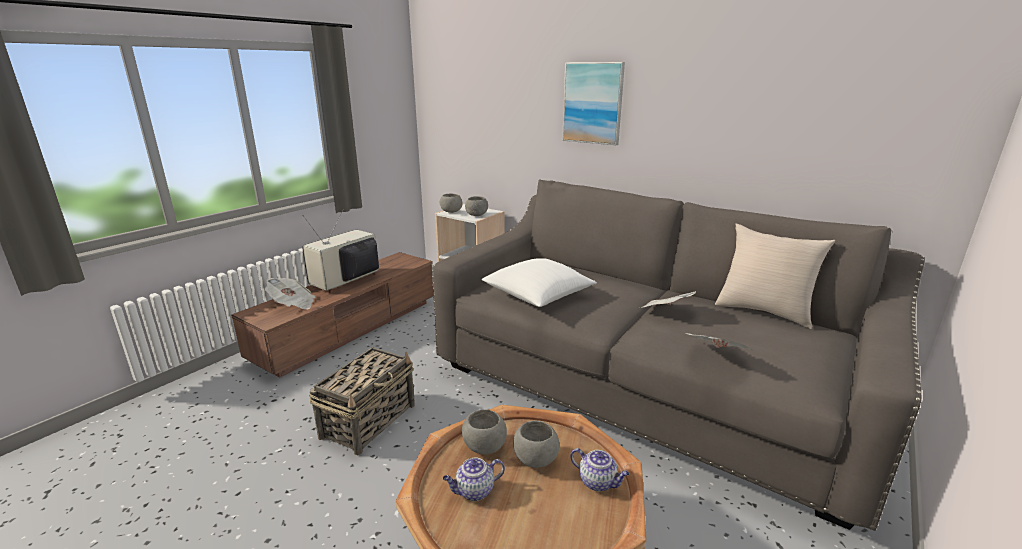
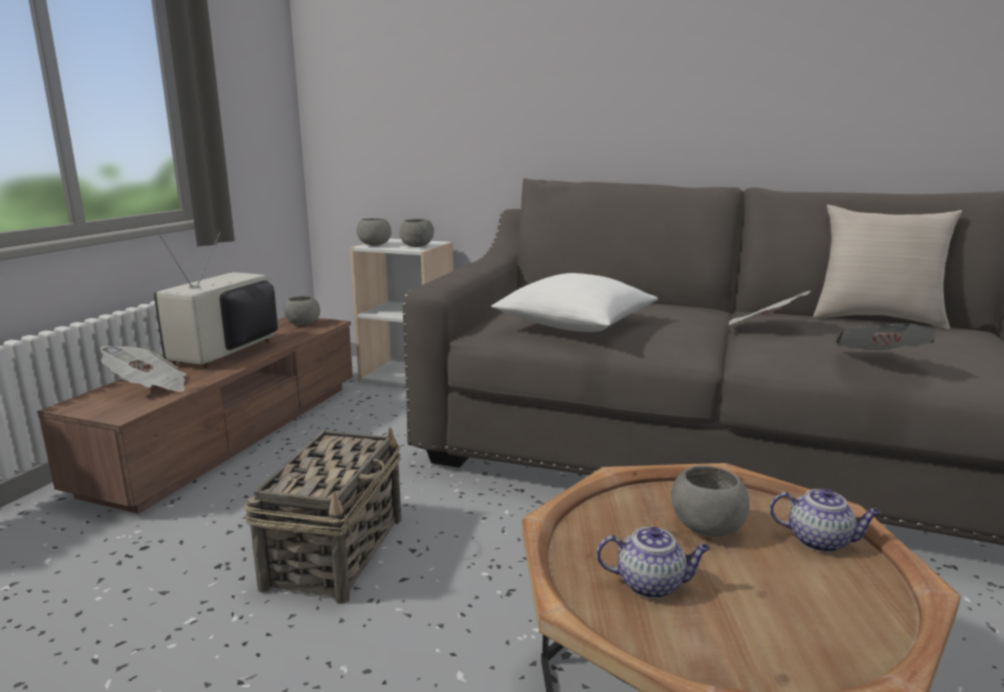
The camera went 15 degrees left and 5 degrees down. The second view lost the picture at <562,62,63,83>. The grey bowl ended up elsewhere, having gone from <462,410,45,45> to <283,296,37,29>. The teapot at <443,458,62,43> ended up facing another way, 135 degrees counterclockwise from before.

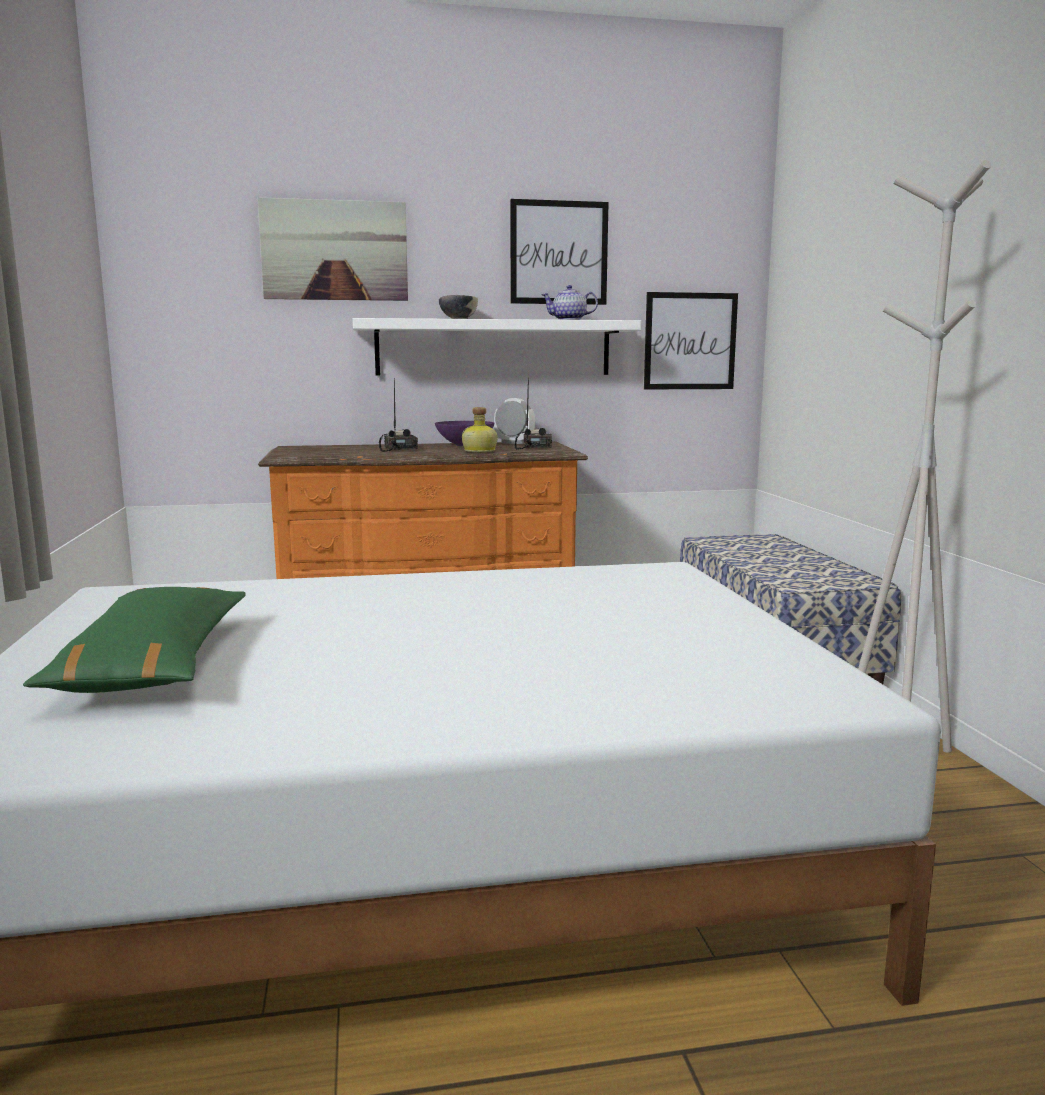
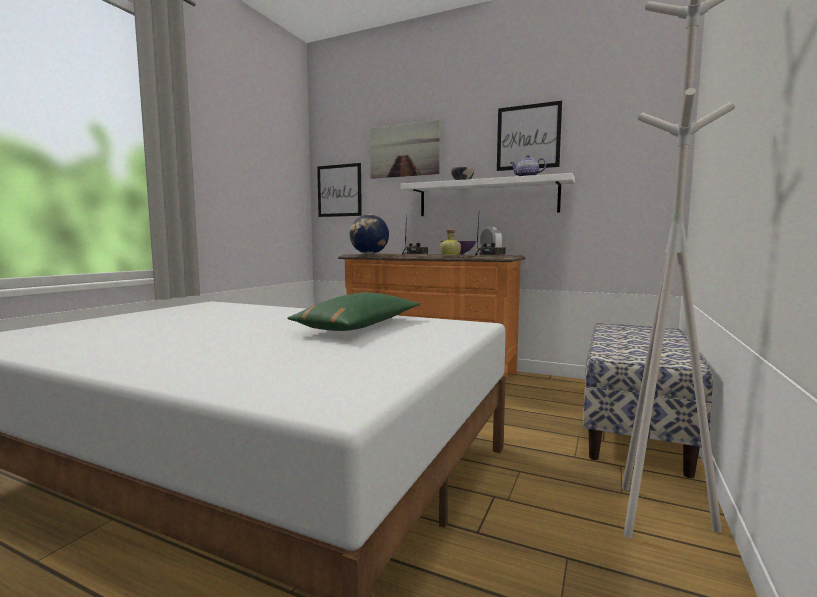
The camera went 35 degrees right and 5 degrees down. The second view gained the globe at <350,214,39,40>. The green pillow ended up elsewhere, having gone from <23,587,223,106> to <287,292,133,39>. The picture ended up elsewhere, having gone from <644,292,94,97> to <317,163,45,54>.

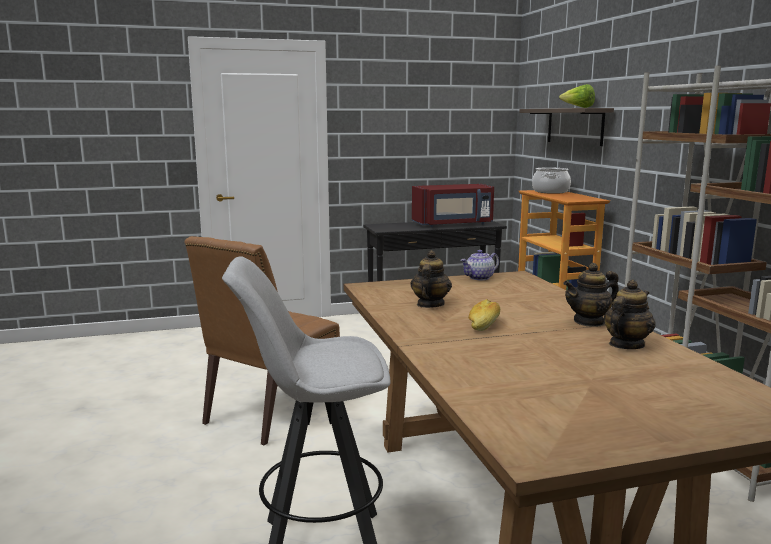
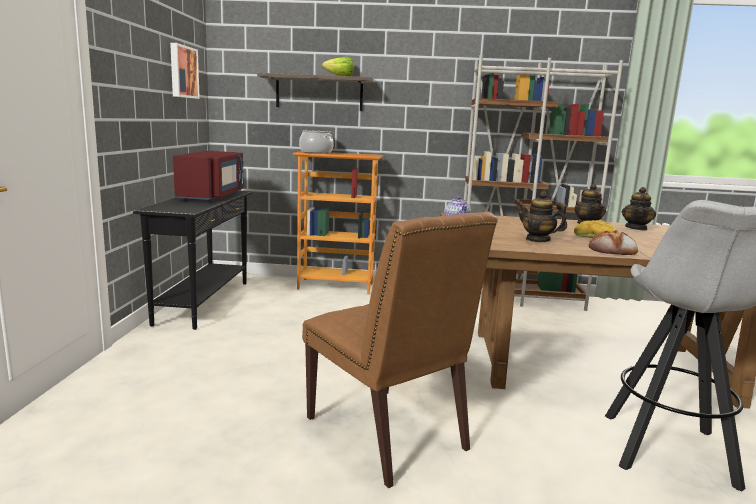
The camera went 70 degrees left and 0 degrees up. The second view gained the picture at <170,43,30,56>. The second view gained the bread at <589,230,49,25>. The teapot at <604,280,52,69> ended up facing another way, 135 degrees counterclockwise from before.

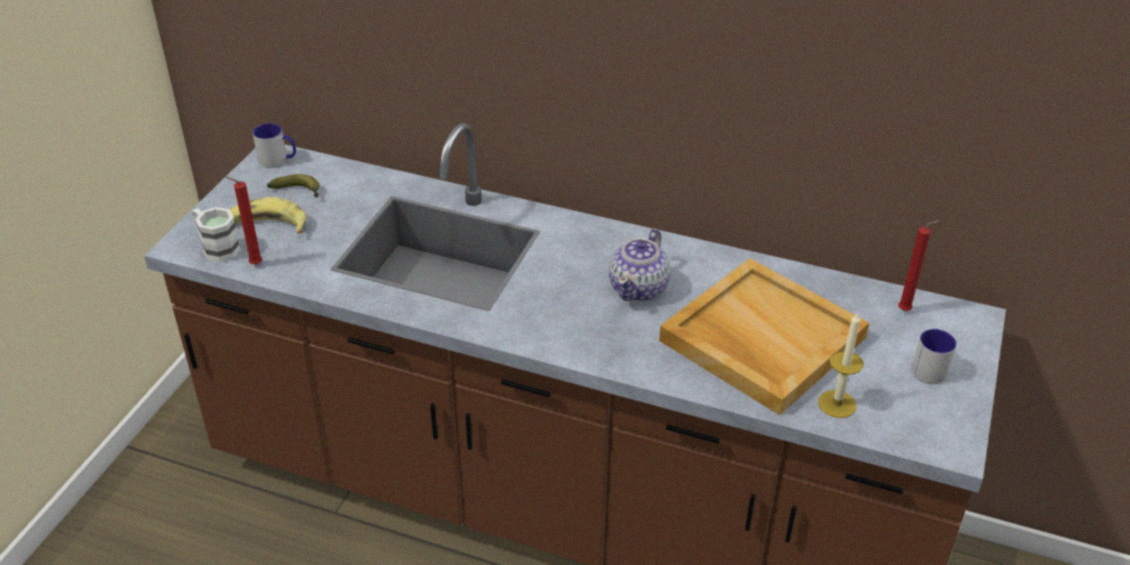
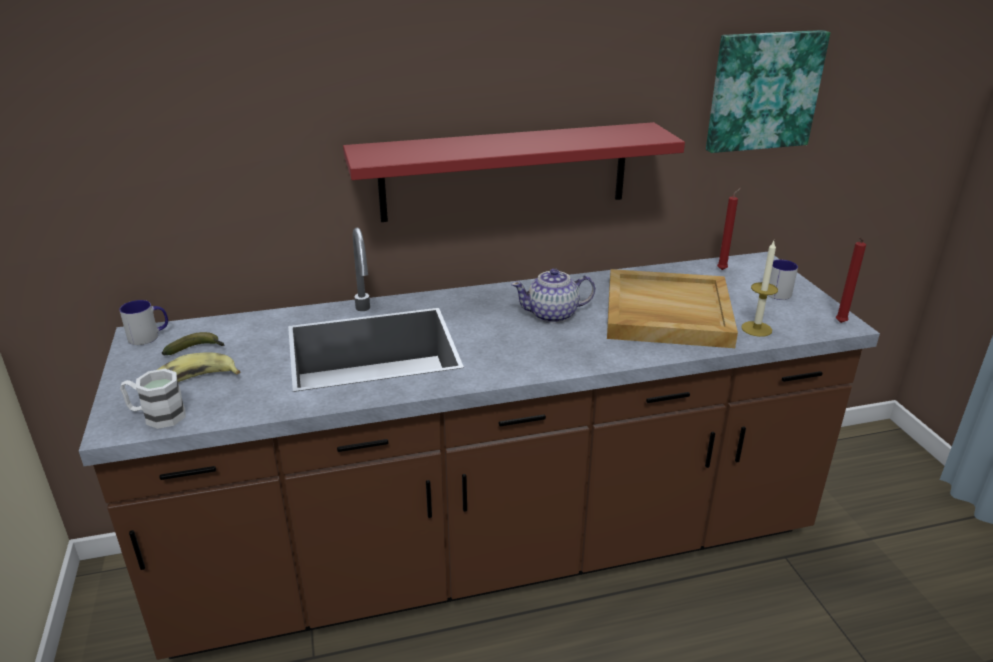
The camera went 35 degrees left and 10 degrees down. The second view gained the red shelf at <343,122,342,100>. The second view gained the picture at <706,30,124,123>. The red candle ended up elsewhere, having gone from <226,177,37,88> to <836,237,30,86>. The teapot at <609,229,62,72> ended up facing another way, 90 degrees clockwise from before.

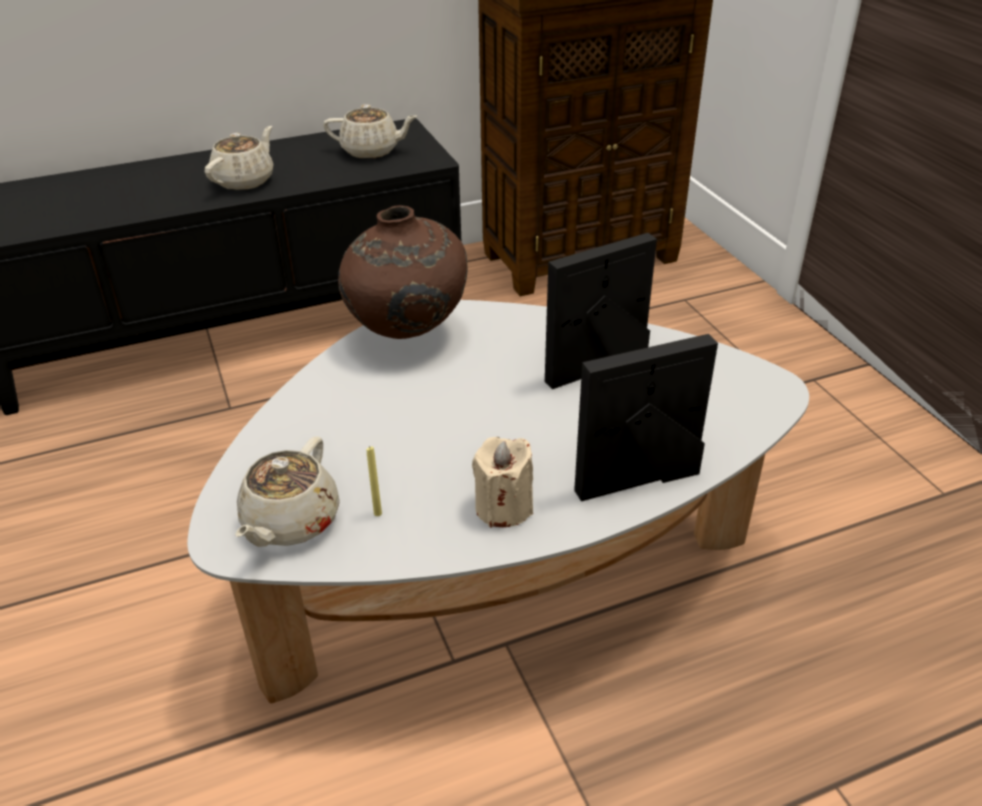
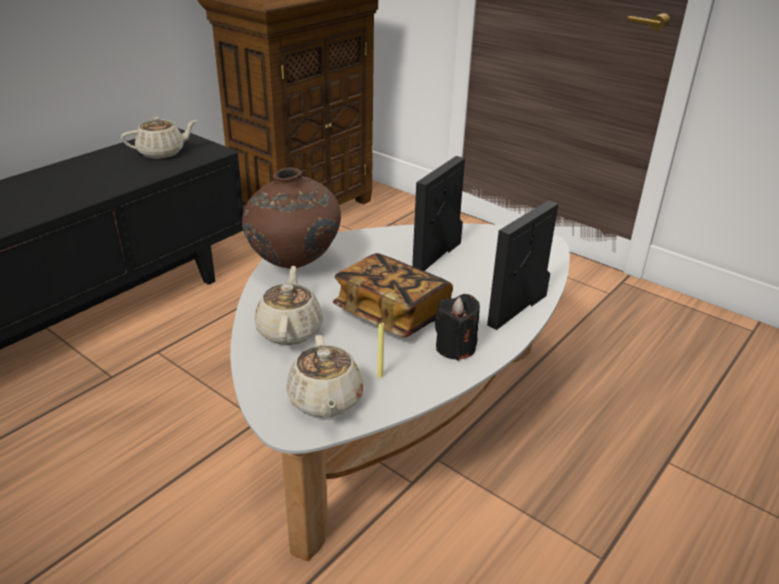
The camera went 30 degrees left and 5 degrees down. The second view gained the book at <333,253,120,85>. The beige teapot ended up elsewhere, having gone from <205,126,68,64> to <255,266,68,79>. What was the beige candle at <472,437,61,90> turned into the black candle at <435,294,45,67>.

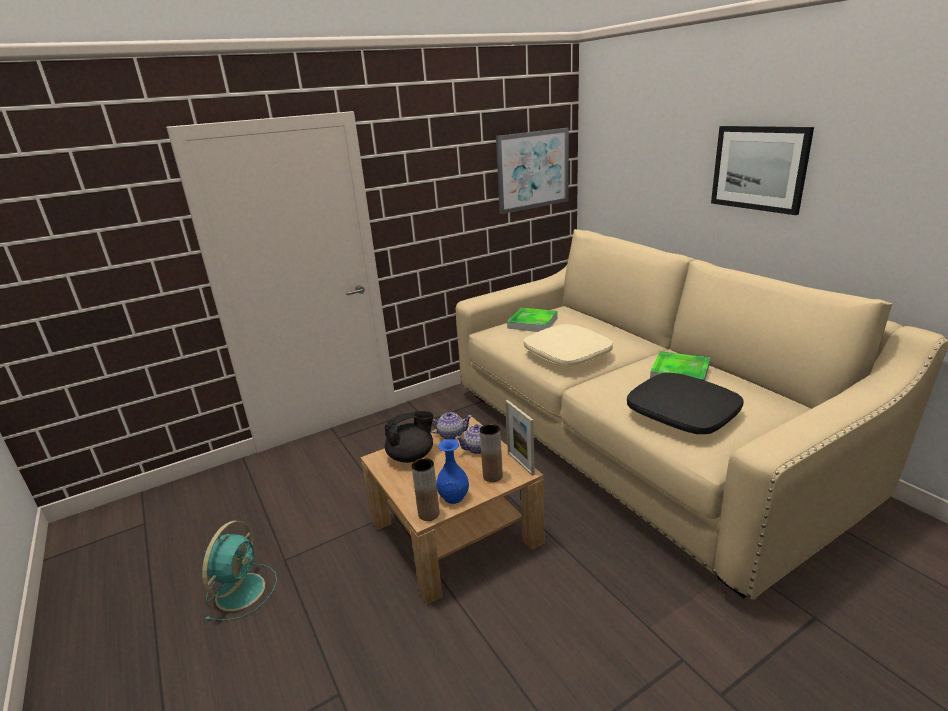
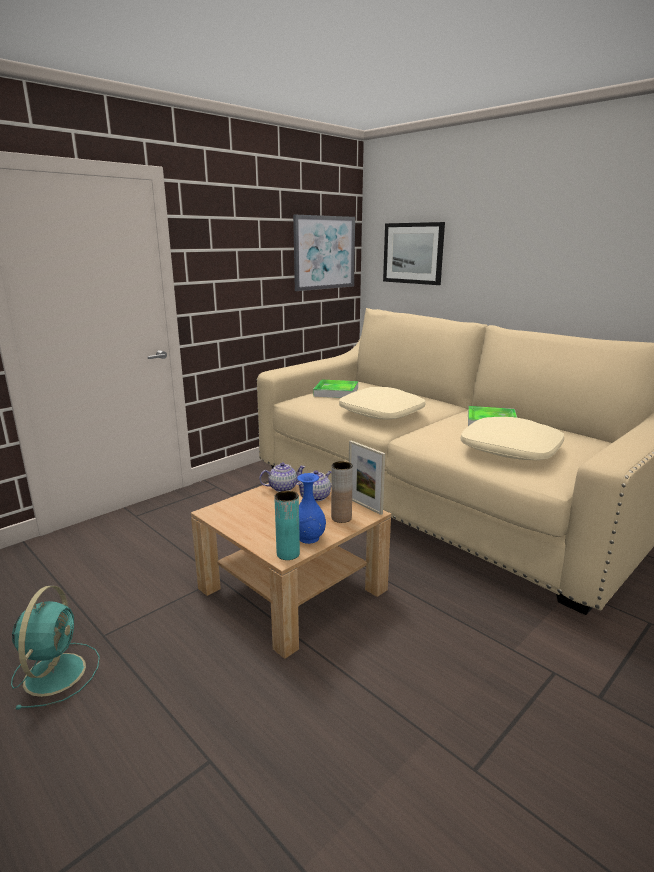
The camera went 15 degrees left and 5 degrees down. The second view lost the black teapot at <384,411,50,52>. The picture ended up elsewhere, having gone from <711,126,103,89> to <383,222,62,63>. What was the brown vase at <411,458,29,63> turned into the turquoise vase at <274,491,26,69>. What was the black pillow at <627,373,117,61> turned into the beige pillow at <461,417,103,43>.

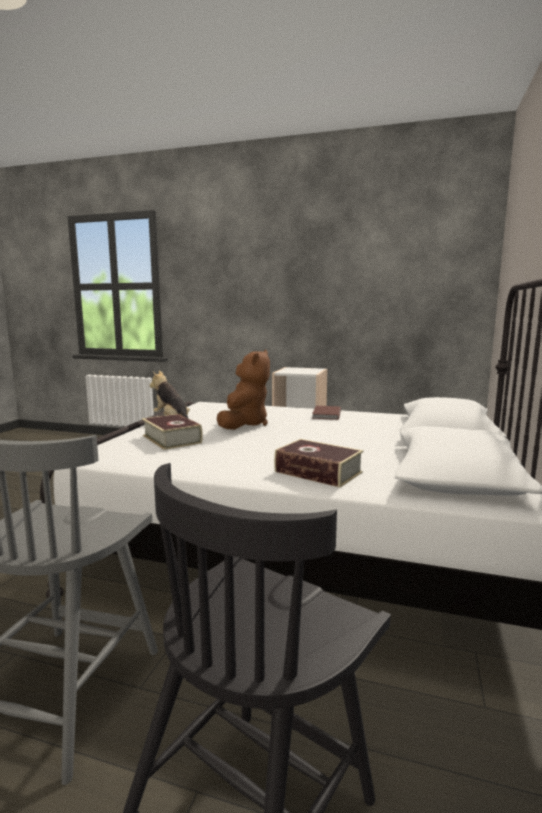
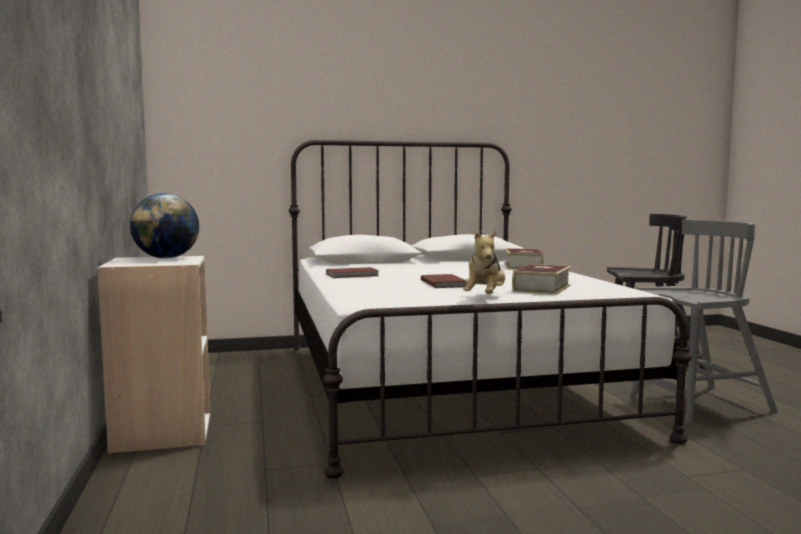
The camera went 120 degrees left and 5 degrees down. The second view gained the globe at <130,193,69,66>. Where the brown plush toy stood at <217,350,53,80>, the brown book came to stand at <421,274,46,14>.

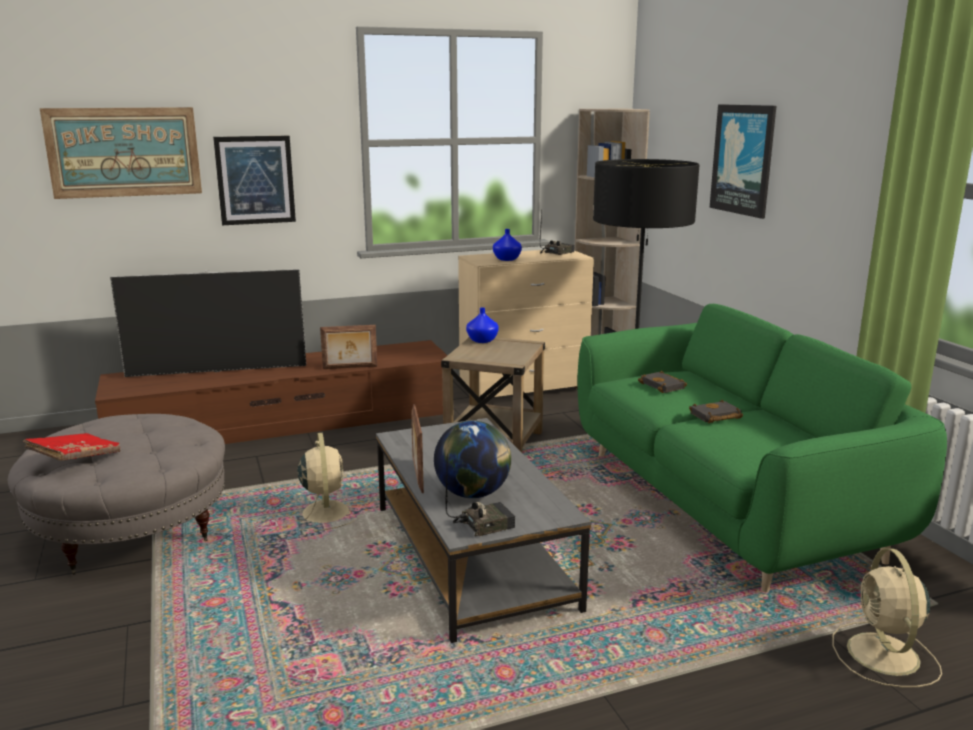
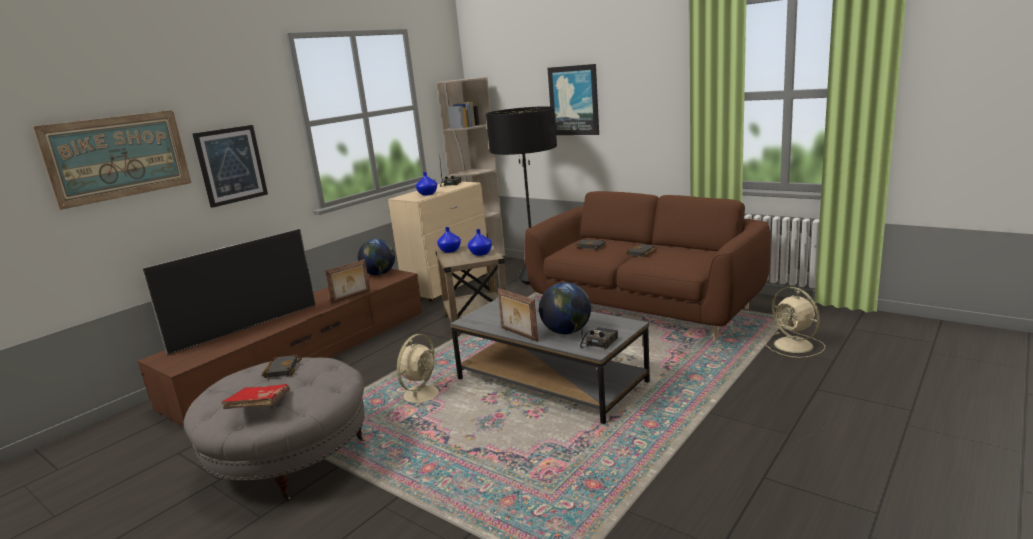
The camera went 30 degrees left and 0 degrees up. The second view gained the black book at <262,355,40,23>. The second view gained the globe at <358,239,37,36>. The second view gained the blue vase at <468,229,24,27>. What was the green sofa at <577,304,370,289> turned into the brown sofa at <524,191,247,149>. The beige fan at <290,433,69,99> ended up facing another way, 75 degrees clockwise from before.

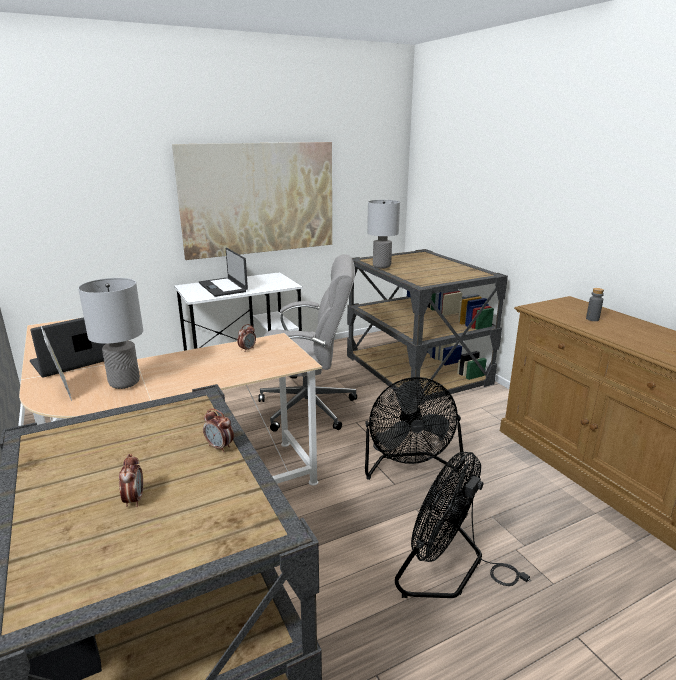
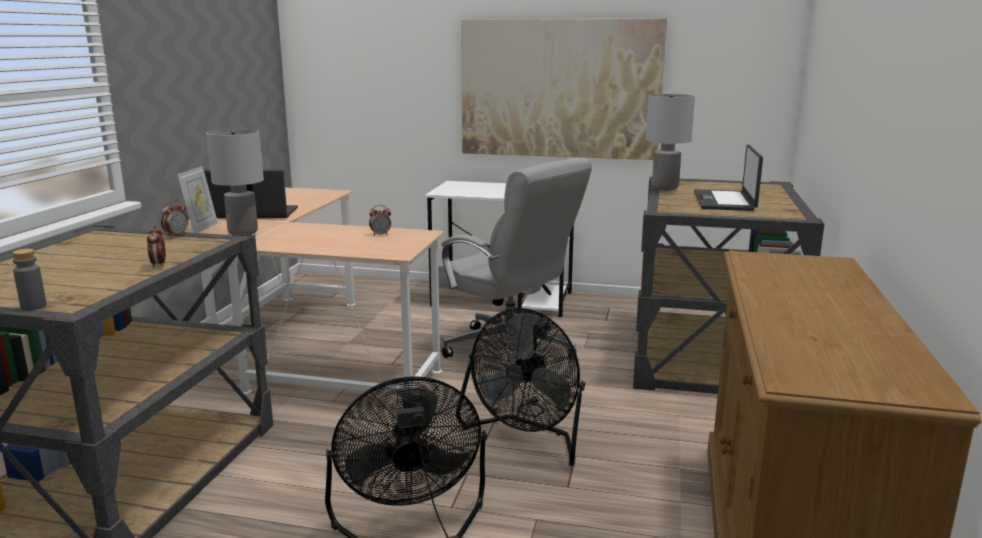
The camera went 40 degrees right and 5 degrees down. The alarm clock ended up elsewhere, having gone from <119,454,24,53> to <161,200,28,37>. The laptop ended up elsewhere, having gone from <199,248,49,49> to <694,144,69,67>. The grey bottle ended up elsewhere, having gone from <586,288,18,33> to <13,249,34,62>.

